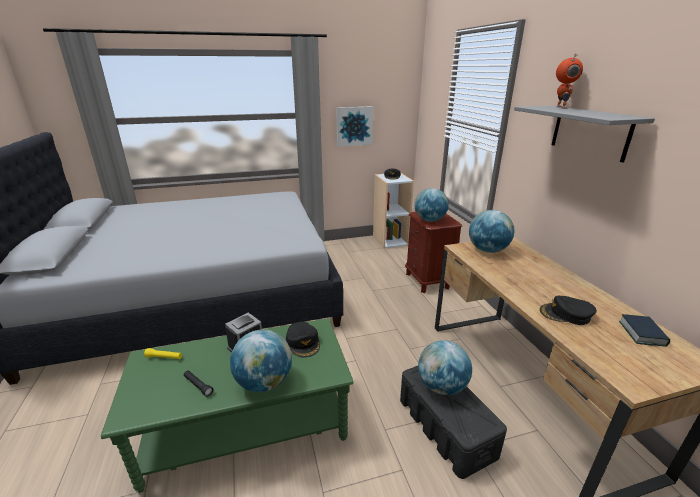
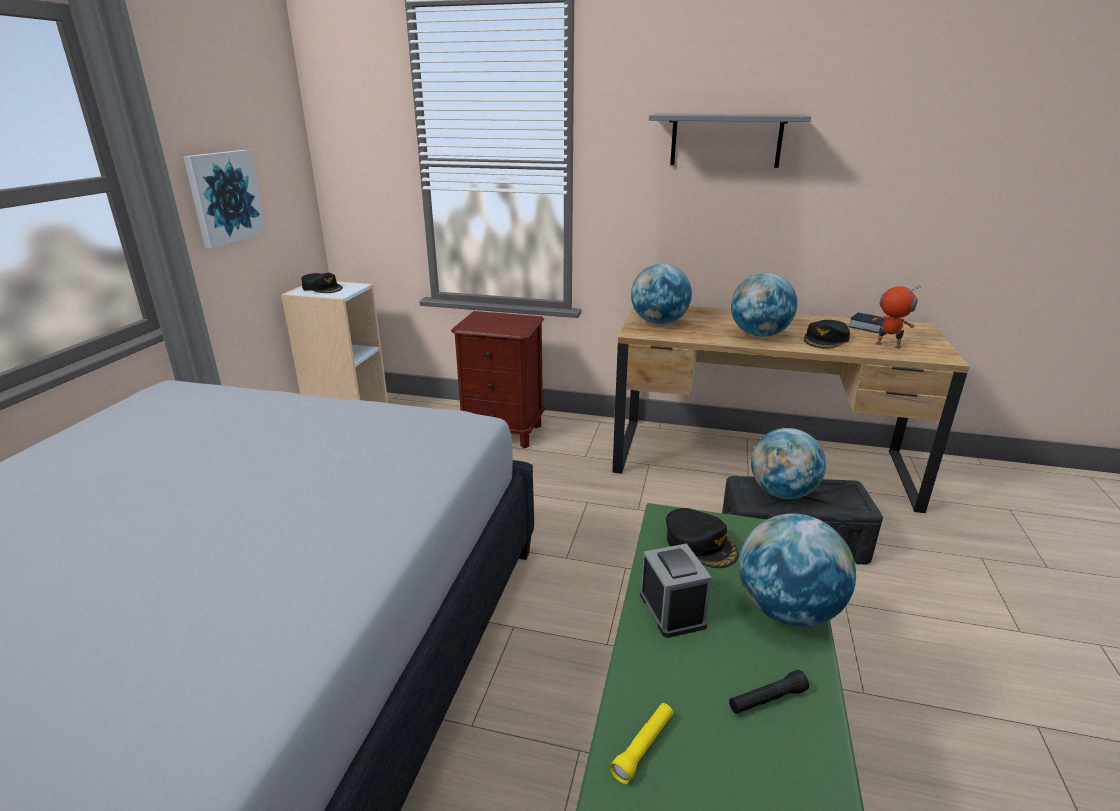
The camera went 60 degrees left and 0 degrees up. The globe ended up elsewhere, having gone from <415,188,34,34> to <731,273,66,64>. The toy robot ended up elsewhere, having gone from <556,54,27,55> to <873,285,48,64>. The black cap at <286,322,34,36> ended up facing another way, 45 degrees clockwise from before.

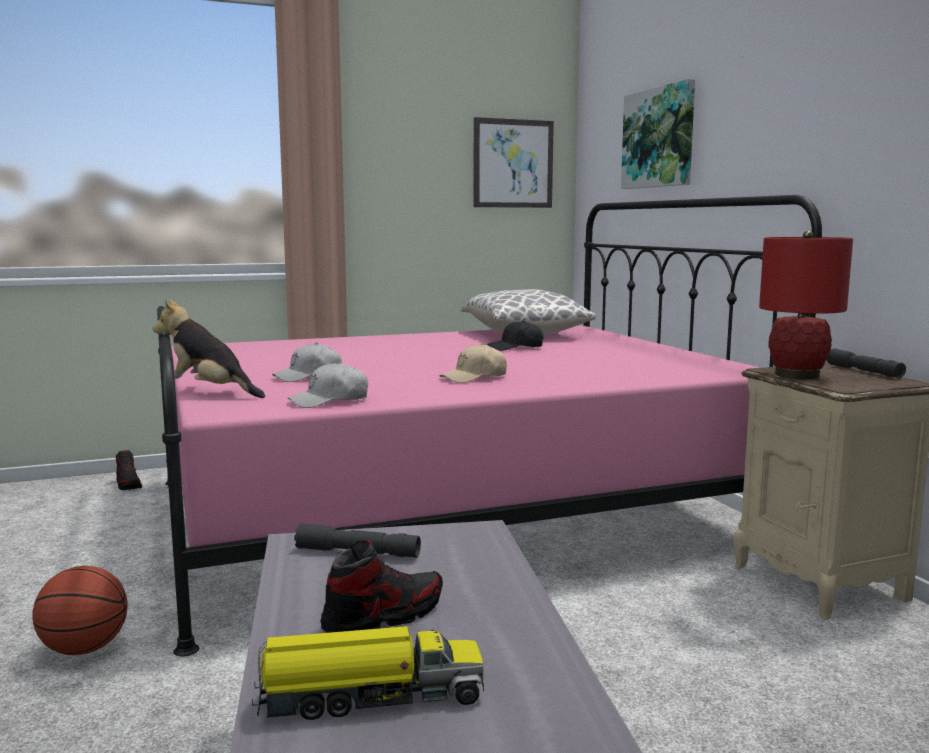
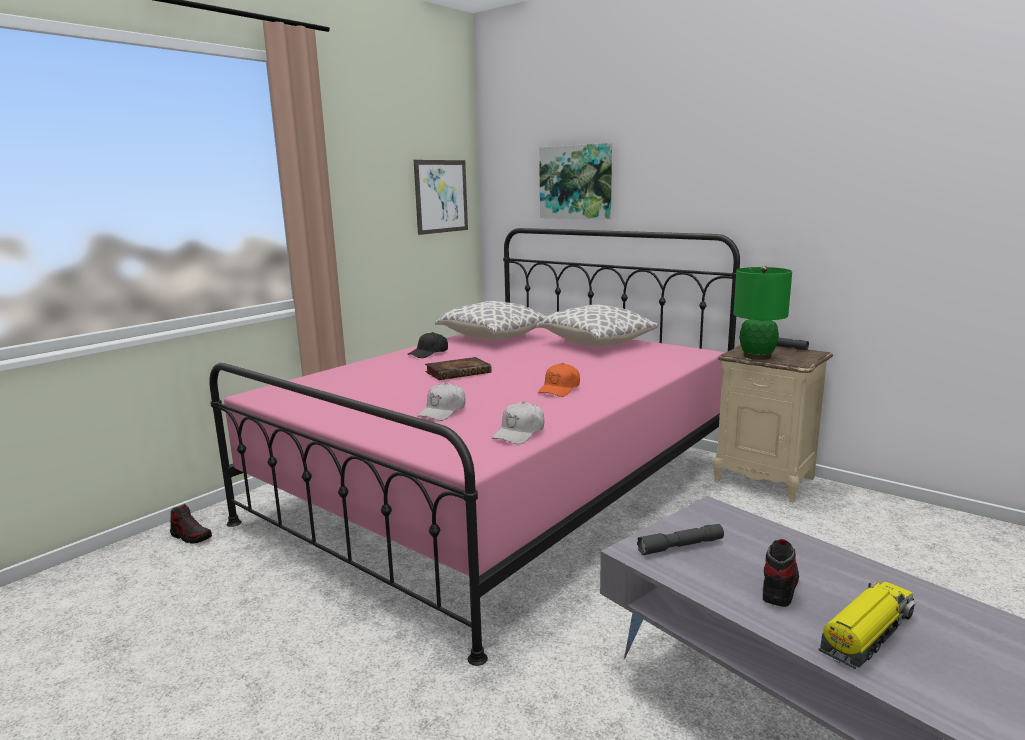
The camera went 30 degrees left and 5 degrees up. The second view lost the basketball at <32,566,96,89>. The second view lost the plush toy at <153,299,112,99>. The second view gained the book at <425,357,67,23>. The second view gained the pillow at <536,304,122,42>. The black cap ended up elsewhere, having gone from <487,320,56,31> to <408,332,40,26>. What was the beige cap at <439,343,68,40> turned into the orange cap at <538,363,42,34>. What was the red table lamp at <759,231,94,148> turned into the green table lamp at <733,266,59,94>.

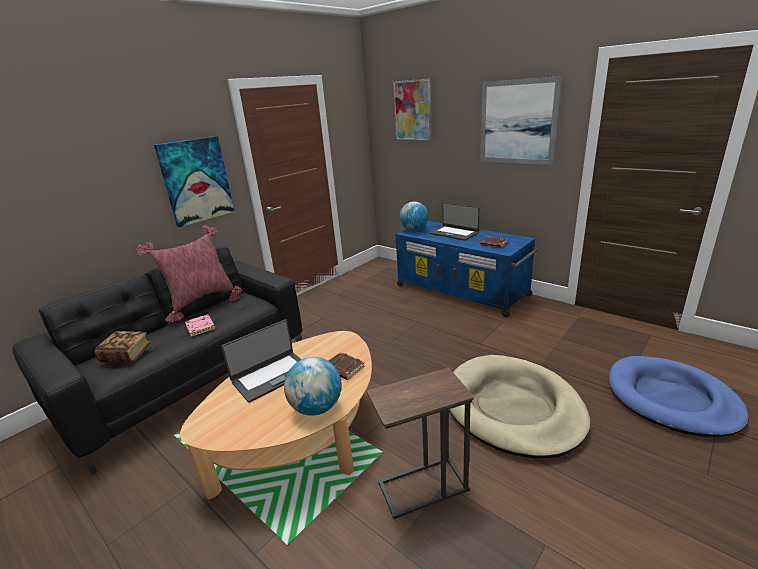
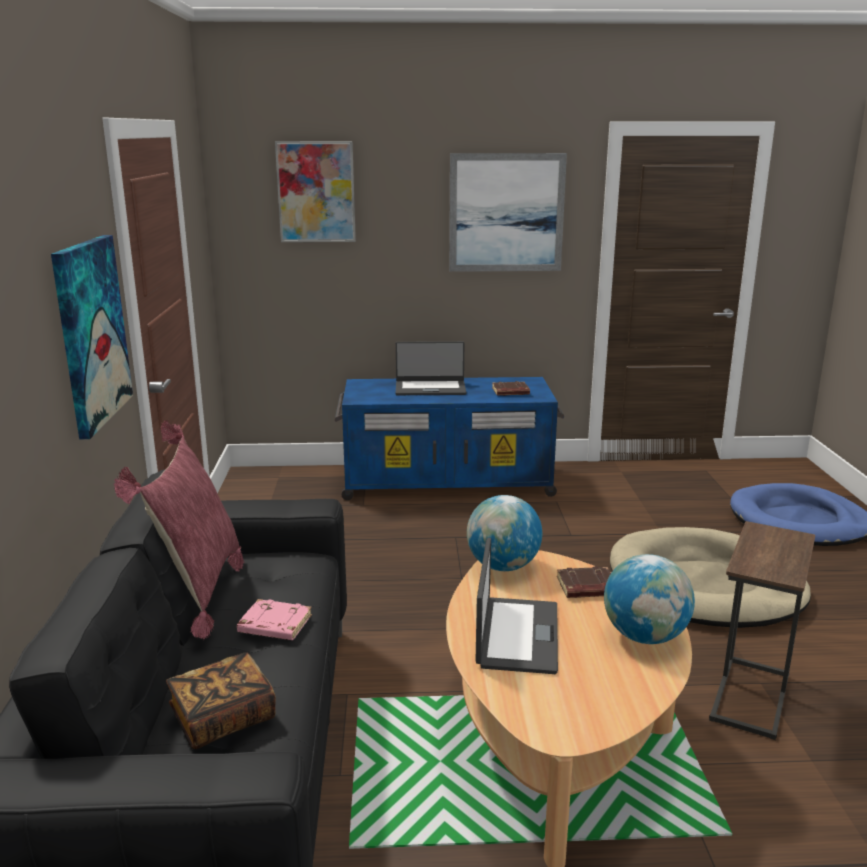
The camera went 45 degrees left and 5 degrees down. The globe ended up elsewhere, having gone from <400,201,28,30> to <467,495,75,76>.

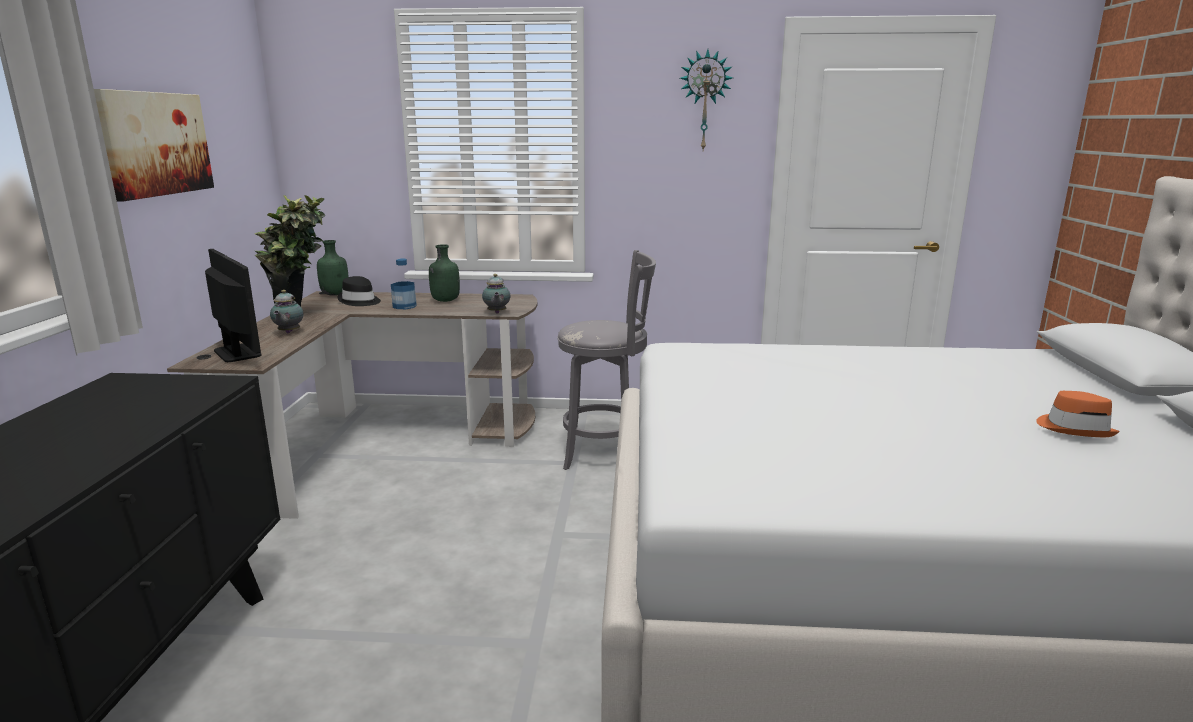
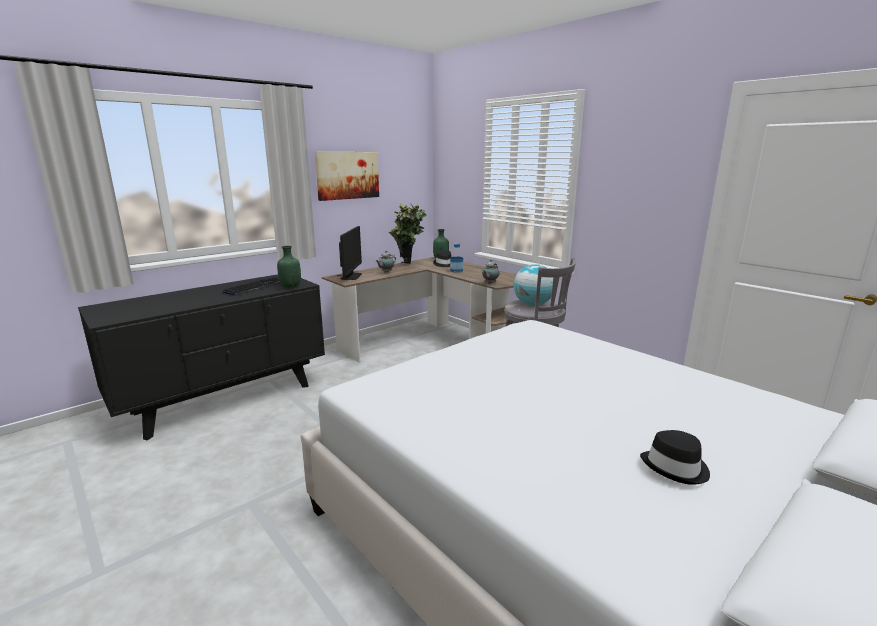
The camera went 45 degrees right and 0 degrees up. The second view lost the wall clock at <680,49,53,101>. The second view gained the keyboard at <223,278,57,18>. The second view gained the globe at <514,264,39,42>. The green bottle ended up elsewhere, having gone from <429,244,31,58> to <277,246,24,42>. What was the orange hat at <1036,391,84,46> turned into the black hat at <640,430,70,55>.

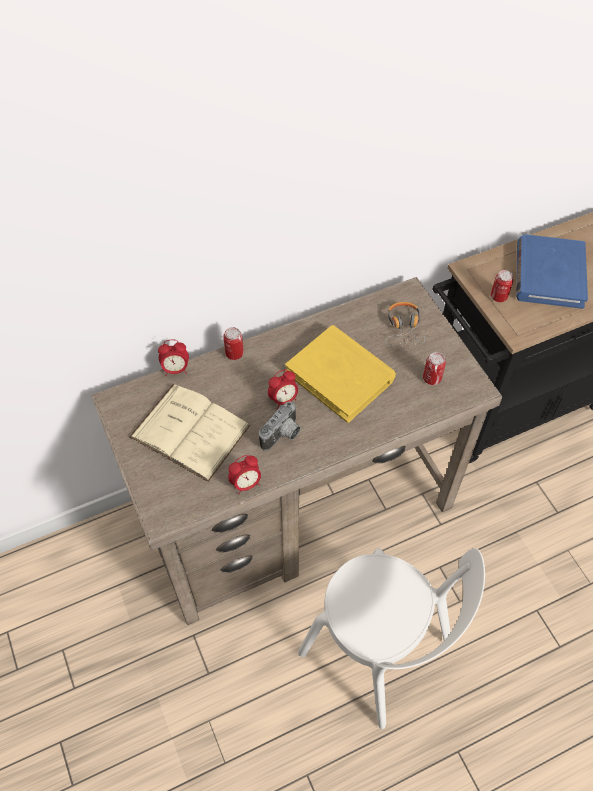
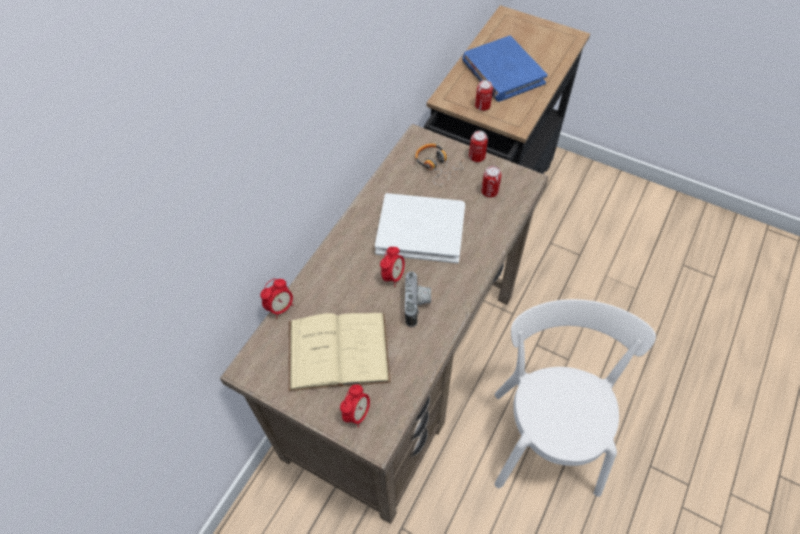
The camera went 35 degrees left and 0 degrees up. The can ended up elsewhere, having gone from <223,327,21,33> to <469,131,19,31>. The alarm clock ended up elsewhere, having gone from <228,455,33,39> to <340,385,30,42>. What was the yellow book at <285,325,111,98> turned into the white book at <375,193,90,70>. The white chair at <298,548,187,181> ended up facing another way, 90 degrees counterclockwise from before.

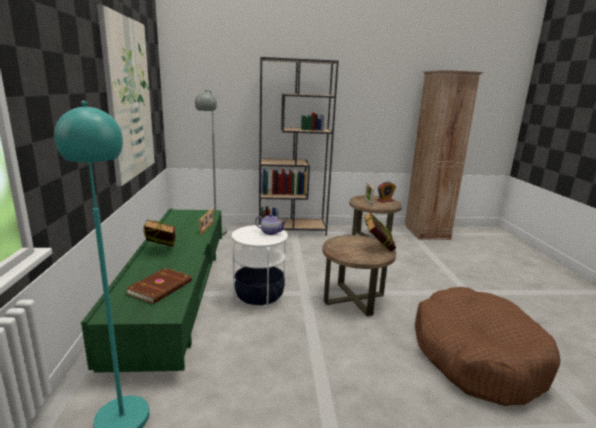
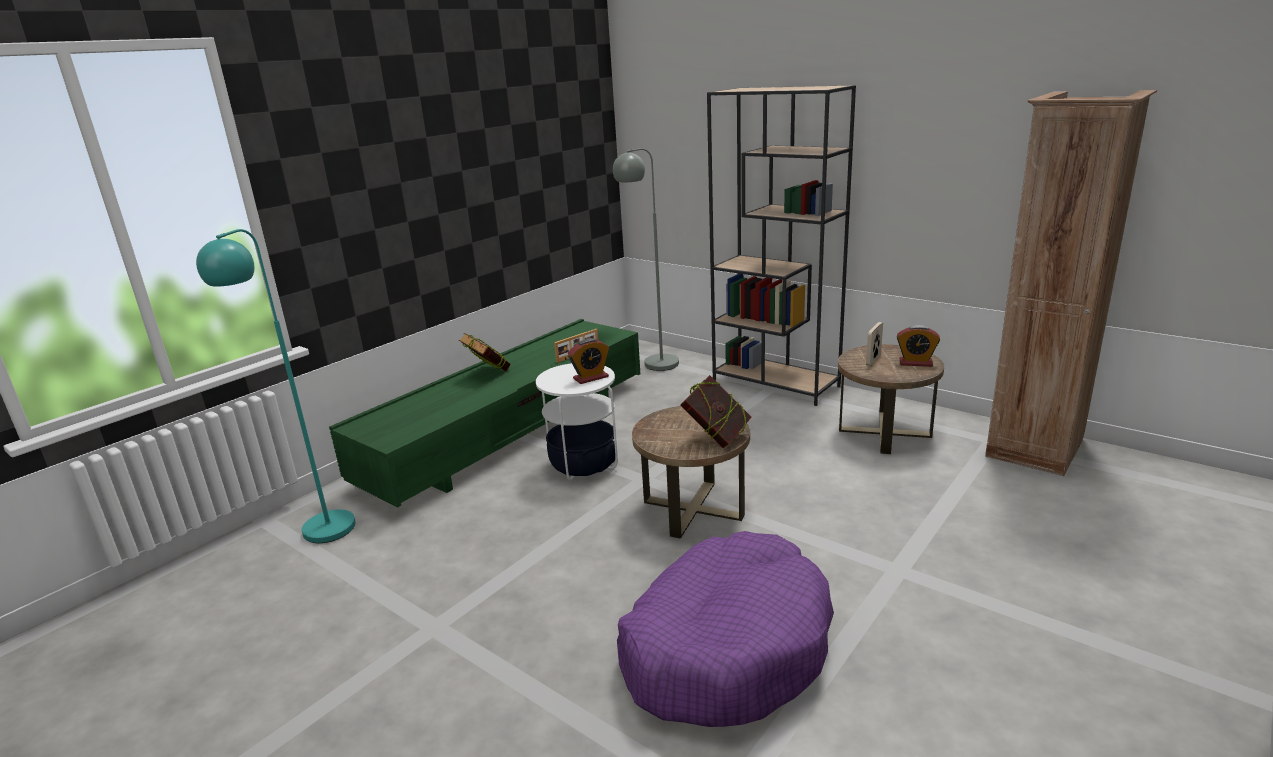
The camera went 45 degrees right and 5 degrees up. The second view lost the picture at <97,5,58,181>. The second view lost the brown book at <126,268,66,36>. Where the teapot stood at <255,214,32,21>, the alarm clock came to stand at <568,338,41,46>. What was the brown dog bed at <415,287,145,119> turned into the purple dog bed at <617,531,217,196>.

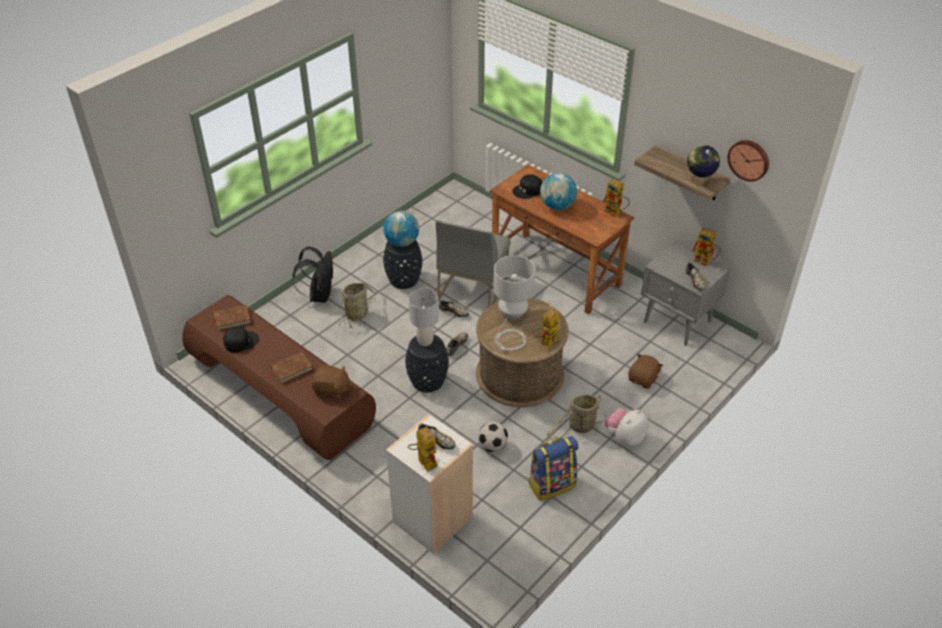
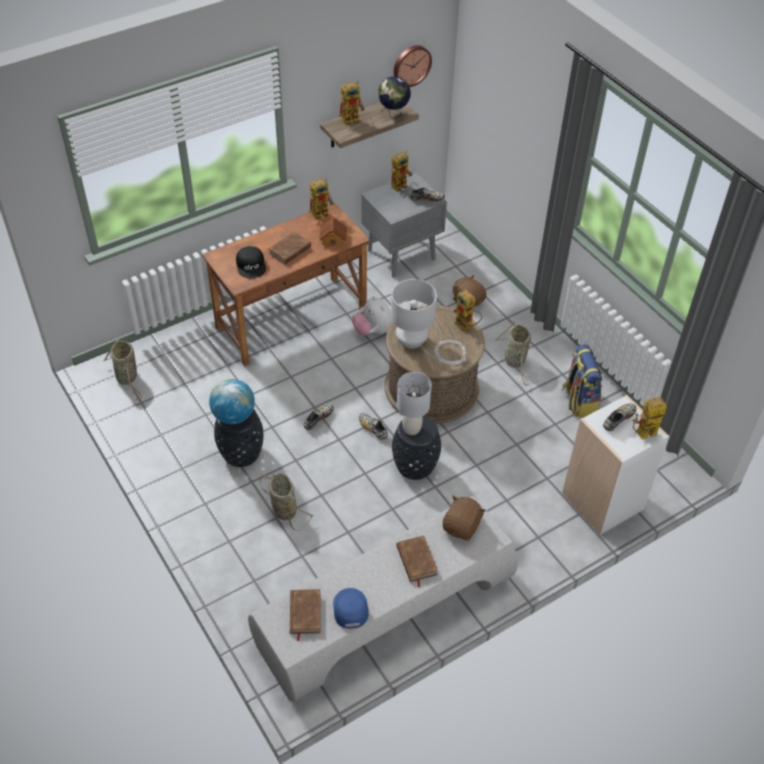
The camera went 75 degrees left and 5 degrees up. The second view lost the black backpack at <292,247,42,56>. The second view lost the grey chair at <436,220,74,87>. The second view lost the football at <478,422,30,30>. The second view gained the basket at <104,339,38,61>. The second view gained the toy house at <319,217,28,29>. The second view gained the toy robot at <339,81,26,45>. The plush toy ended up elsewhere, having gone from <605,408,43,39> to <352,296,41,40>. Where the globe stood at <540,173,37,37>, the brown book came to stand at <268,232,43,32>. What was the brown bench at <182,295,194,165> turned into the grey bench at <248,497,269,205>. What was the black cap at <223,327,36,26> turned into the blue cap at <333,588,36,40>.

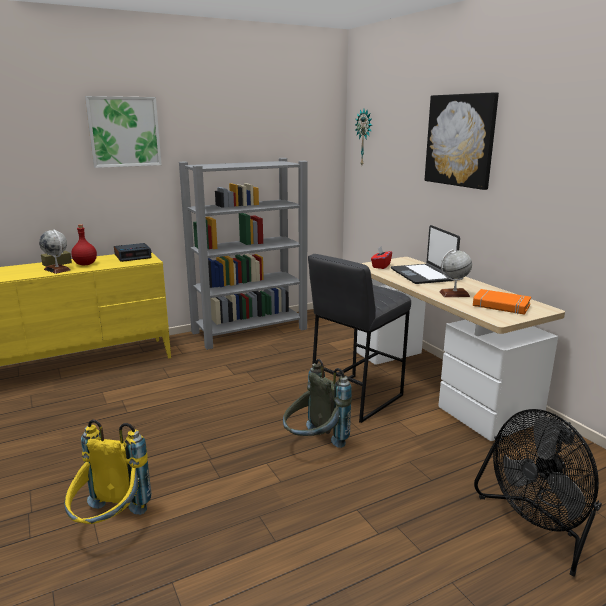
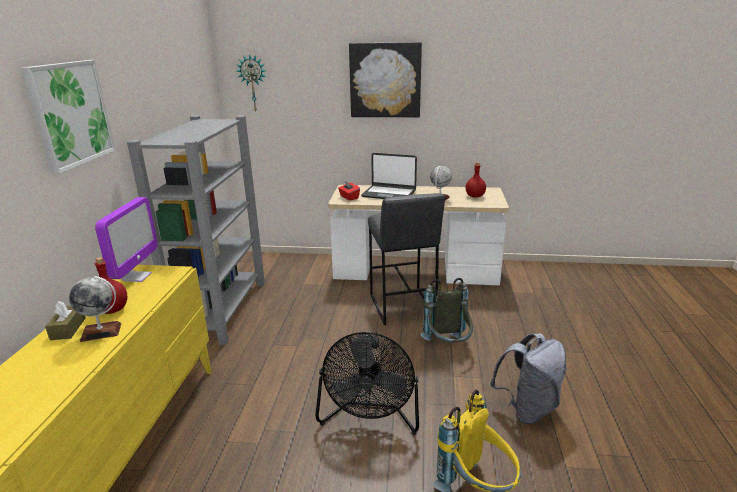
The camera went 55 degrees left and 5 degrees up. The second view gained the grey backpack at <490,333,77,91>. The black fan ended up elsewhere, having gone from <474,409,128,168> to <315,331,104,104>. Where the alarm clock stood at <114,243,37,19>, the monitor came to stand at <95,197,63,85>. Where the orange book stood at <473,289,58,26>, the red bottle came to stand at <465,162,21,36>.

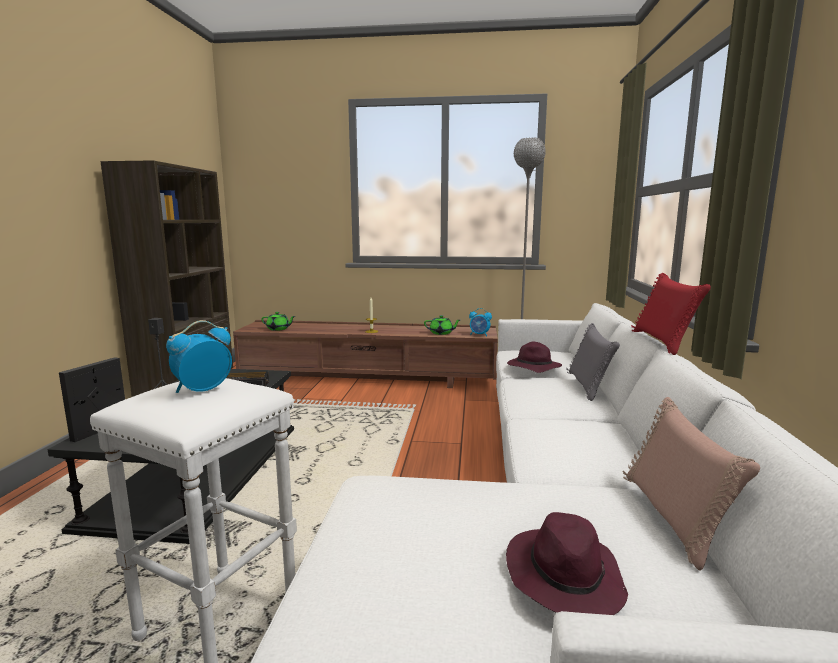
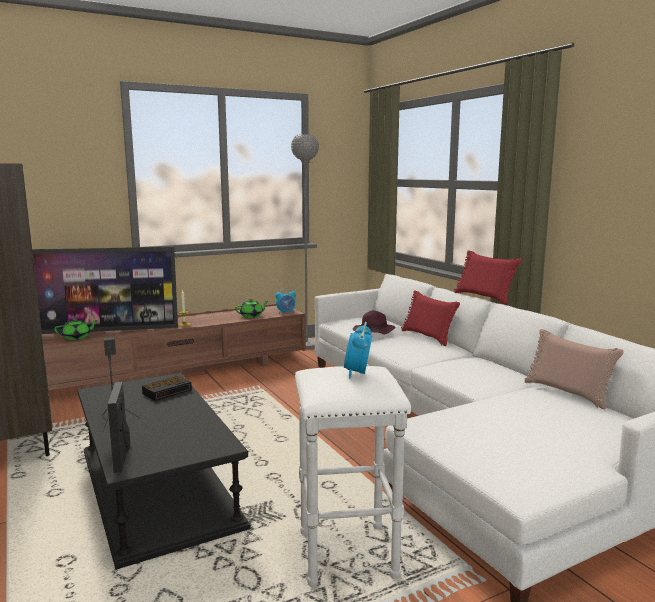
The camera went 35 degrees left and 0 degrees up. The second view lost the purple hat at <506,512,122,103>. The second view gained the television at <32,247,146,87>. What was the grey pillow at <566,323,54,78> turned into the red pillow at <401,290,59,56>.

